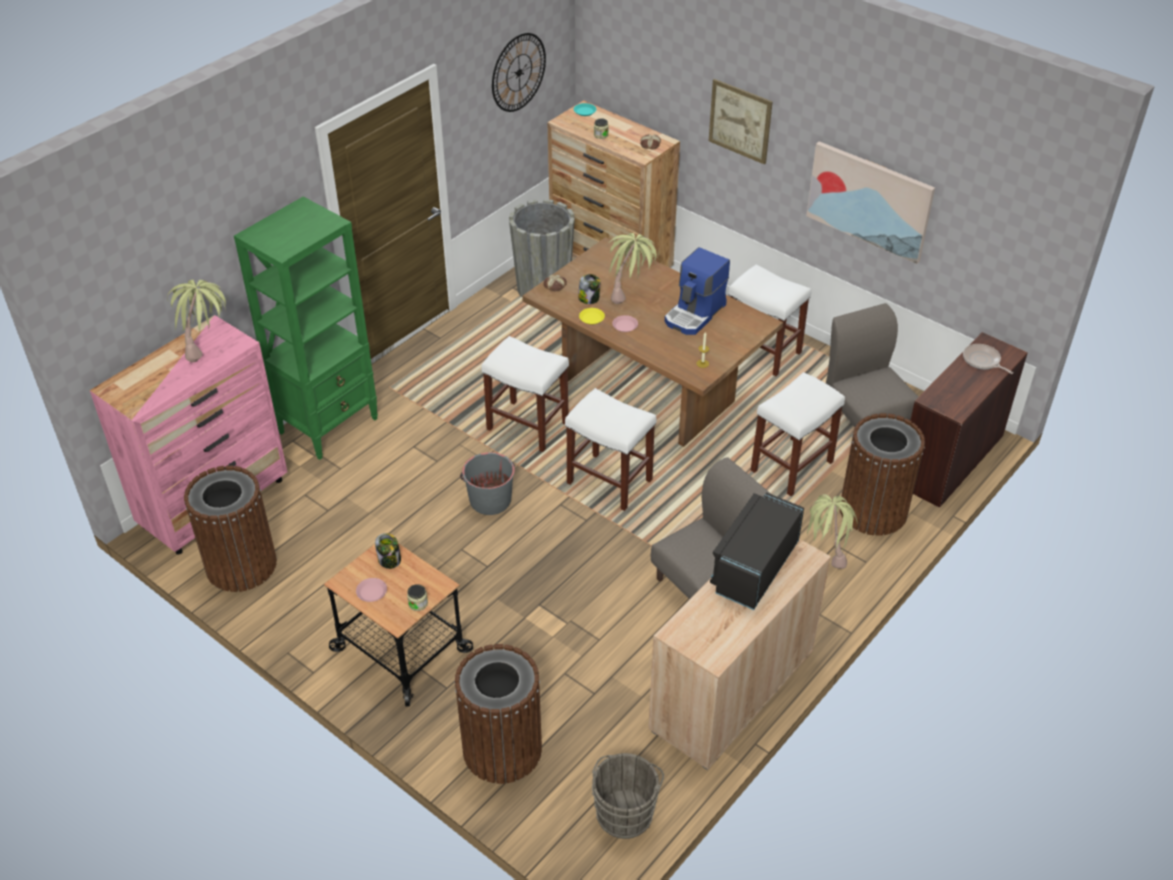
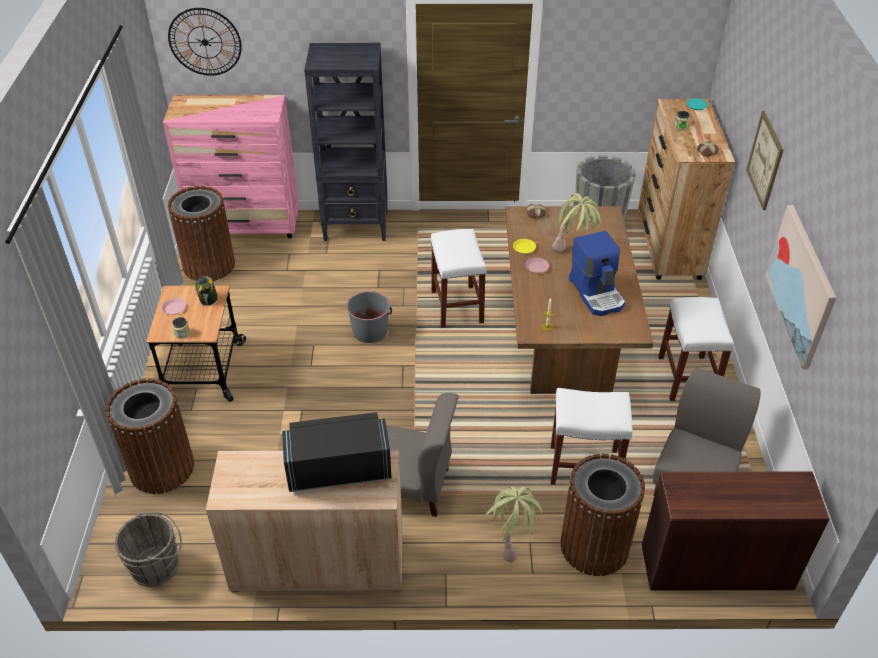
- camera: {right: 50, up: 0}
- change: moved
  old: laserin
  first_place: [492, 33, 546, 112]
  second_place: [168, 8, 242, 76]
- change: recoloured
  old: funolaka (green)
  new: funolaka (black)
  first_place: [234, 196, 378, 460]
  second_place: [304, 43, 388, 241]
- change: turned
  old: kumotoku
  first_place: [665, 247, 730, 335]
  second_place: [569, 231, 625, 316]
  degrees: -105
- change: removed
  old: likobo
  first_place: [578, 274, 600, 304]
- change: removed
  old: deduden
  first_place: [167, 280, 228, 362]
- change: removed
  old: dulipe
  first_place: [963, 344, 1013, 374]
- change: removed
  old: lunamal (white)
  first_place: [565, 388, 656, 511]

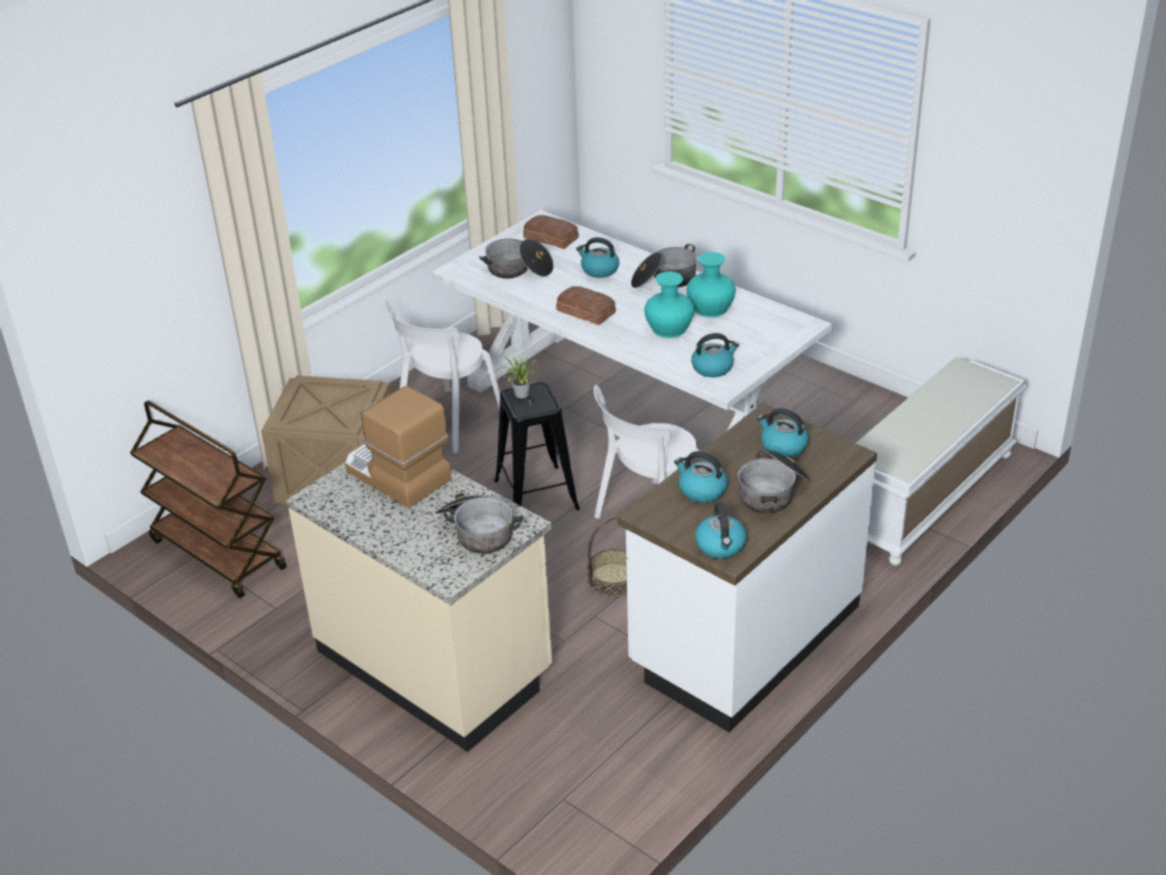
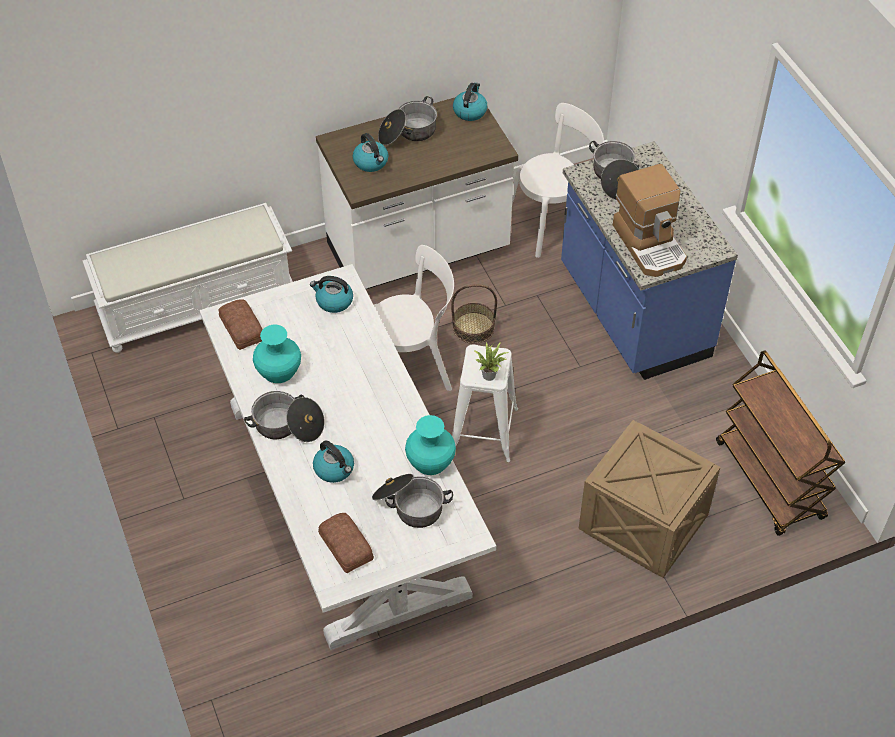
- camera: {right: -155, up: 15}
- change: moved
  old: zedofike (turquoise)
  first_place: [644, 272, 694, 338]
  second_place: [405, 415, 456, 475]
- change: moved
  old: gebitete
  first_place: [556, 286, 616, 325]
  second_place: [219, 299, 263, 350]
- change: moved
  old: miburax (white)
  first_place: [384, 299, 500, 453]
  second_place: [512, 103, 604, 258]
- change: recoloured
  old: lunamal (black)
  new: lunamal (white)
  first_place: [494, 382, 580, 510]
  second_place: [452, 345, 518, 462]
- change: removed
  old: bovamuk
  first_place: [674, 451, 728, 503]
- change: recoloured
  old: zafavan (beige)
  new: zafavan (blue)
  first_place: [286, 462, 552, 752]
  second_place: [561, 141, 738, 380]

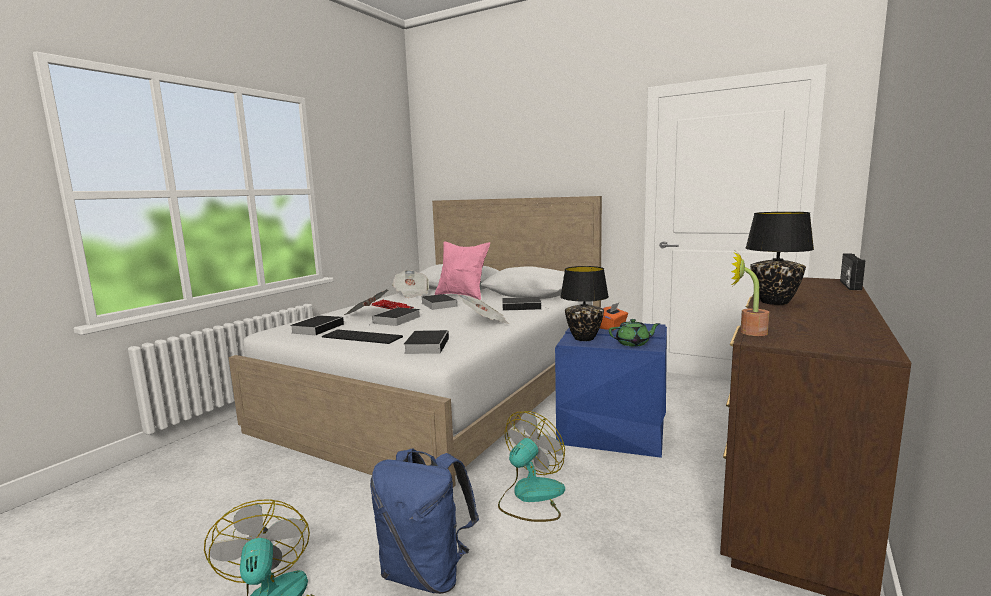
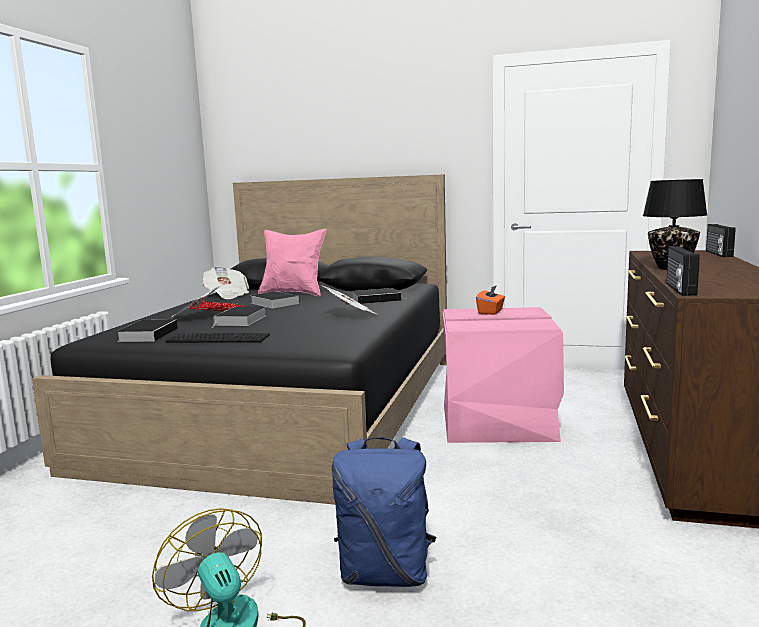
- camera: {right: -15, up: 0}
- change: recoloured
  old: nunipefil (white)
  new: nunipefil (black)
  first_place: [229, 196, 602, 487]
  second_place: [32, 174, 447, 505]
- change: replaced
  old: deduden
  new: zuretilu
  first_place: [731, 252, 769, 336]
  second_place: [666, 246, 700, 296]
- change: removed
  old: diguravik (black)
  first_place: [560, 266, 609, 341]
- change: removed
  old: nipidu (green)
  first_place: [609, 319, 660, 347]
- change: recoloured
  old: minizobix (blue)
  new: minizobix (pink)
  first_place: [555, 324, 667, 458]
  second_place: [442, 307, 564, 443]
- change: removed
  old: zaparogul
  first_place: [404, 330, 449, 354]
- change: removed
  old: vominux
  first_place: [498, 411, 565, 522]

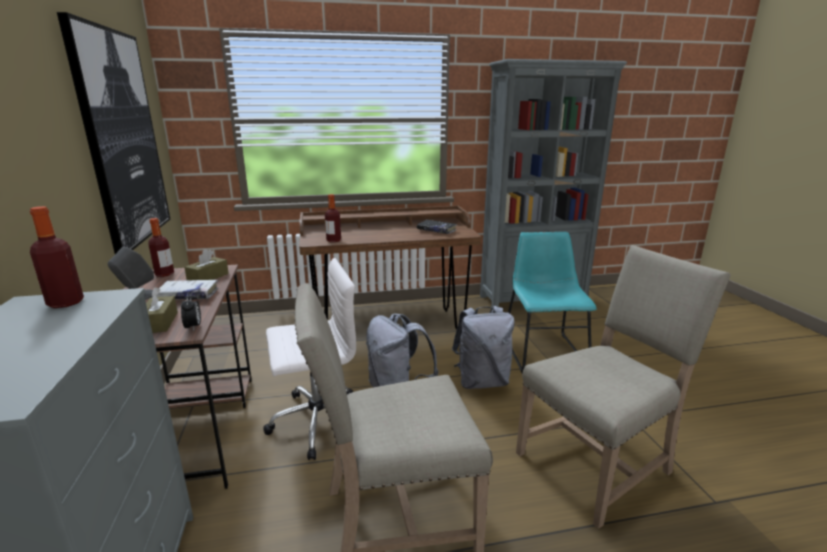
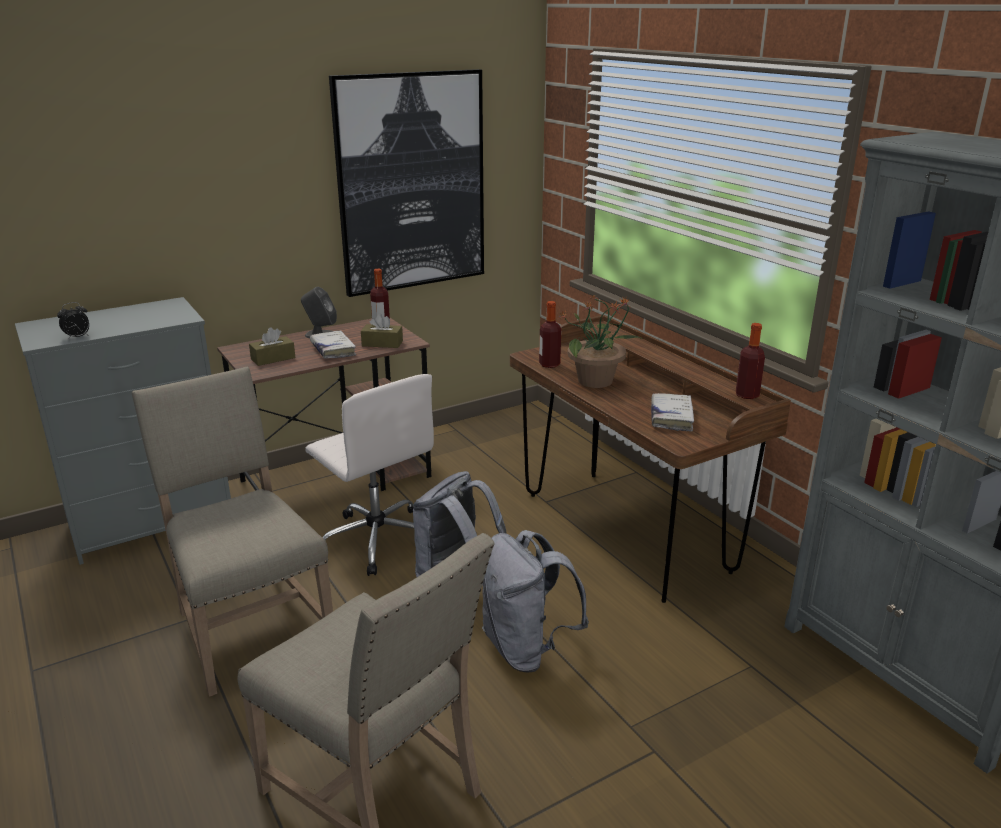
- camera: {right: 70, up: 5}
- change: moved
  old: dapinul
  first_place: [30, 206, 84, 308]
  second_place: [736, 323, 765, 399]
- change: recoloured
  old: zaparogul (black)
  new: zaparogul (white)
  first_place: [417, 220, 457, 234]
  second_place: [651, 393, 694, 432]
- change: removed
  old: miburax (turquoise)
  first_place: [508, 232, 597, 373]
- change: moved
  old: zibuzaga
  first_place: [181, 292, 201, 331]
  second_place: [57, 302, 89, 340]
- change: added
  new: deduden
  second_place: [557, 295, 642, 388]

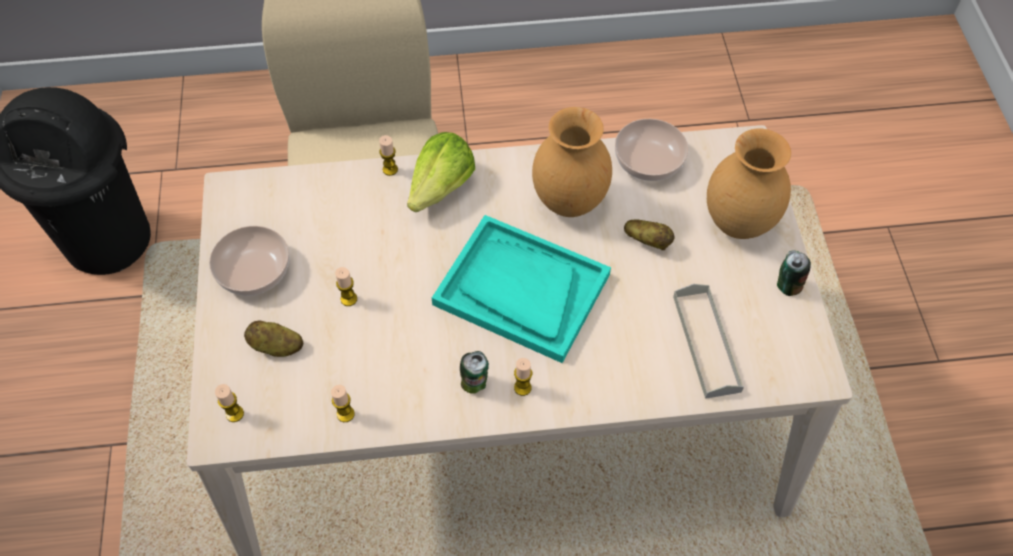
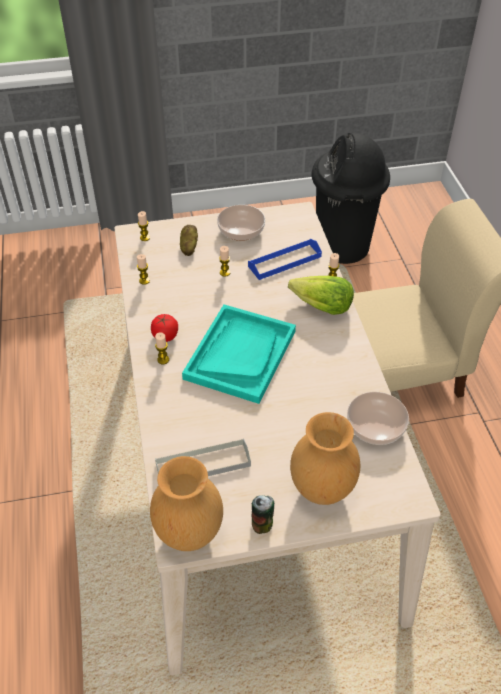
- camera: {right: 85, up: -10}
- change: moved
  old: zedofike (brown)
  first_place: [532, 107, 612, 217]
  second_place: [150, 456, 223, 551]
- change: removed
  old: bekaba
  first_place: [624, 220, 675, 250]
- change: replaced
  old: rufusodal
  new: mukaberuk
  first_place: [460, 351, 489, 394]
  second_place: [151, 314, 178, 342]
- change: added
  new: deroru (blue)
  second_place: [248, 239, 322, 280]

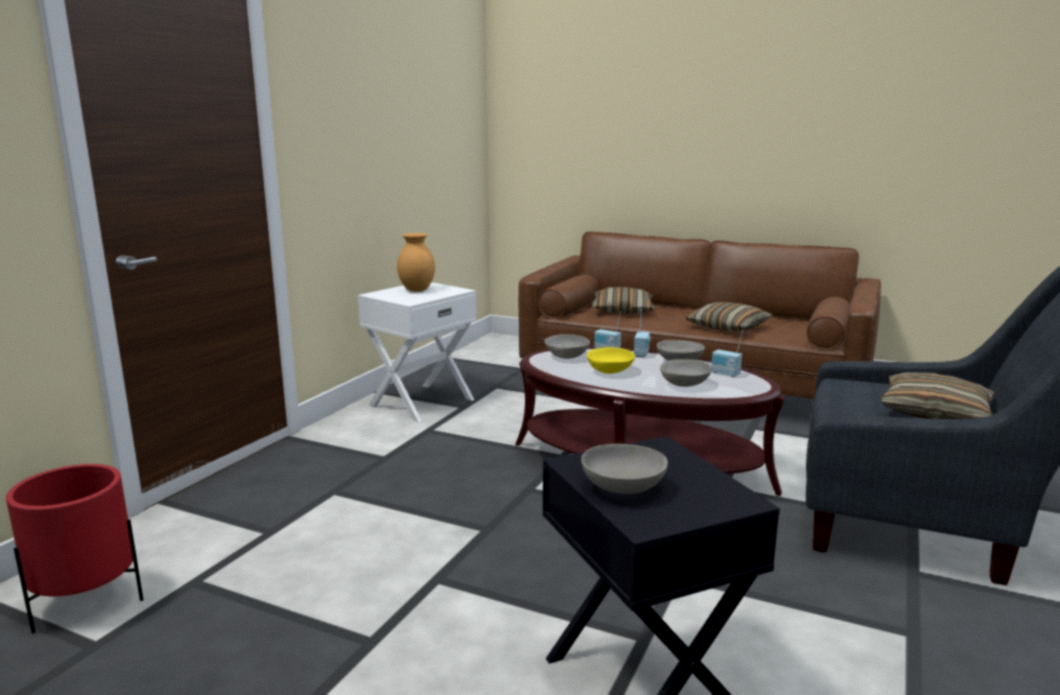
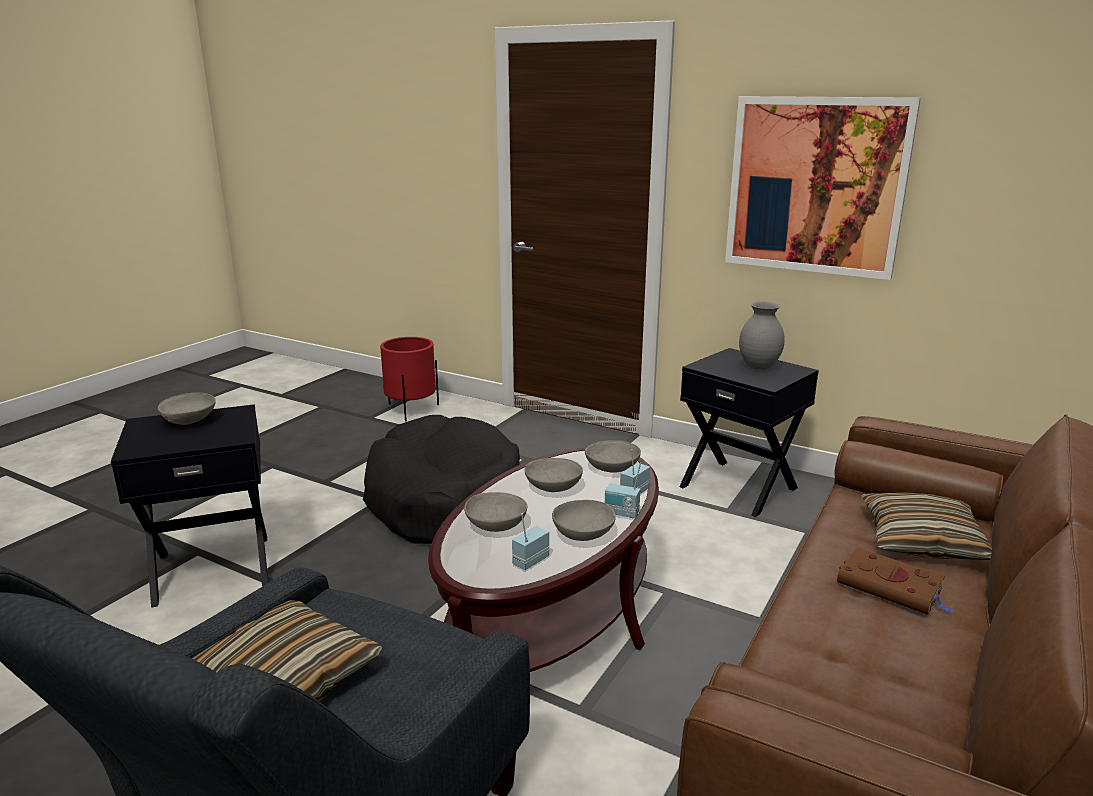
- camera: {right: 95, up: 5}
- change: recoloured
  old: zedofike (brown)
  new: zedofike (grey)
  first_place: [397, 233, 435, 292]
  second_place: [739, 301, 785, 370]
- change: recoloured
  old: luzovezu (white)
  new: luzovezu (black)
  first_place: [358, 282, 477, 422]
  second_place: [679, 348, 819, 517]
- change: removed
  old: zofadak
  first_place: [685, 302, 773, 331]
- change: recoloured
  old: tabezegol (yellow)
  new: tabezegol (grey)
  first_place: [587, 347, 635, 374]
  second_place: [525, 458, 583, 492]
- change: added
  new: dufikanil
  second_place: [725, 96, 921, 280]
- change: added
  new: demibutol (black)
  second_place: [363, 415, 520, 544]
- change: added
  new: zaparogul (brown)
  second_place: [837, 547, 953, 615]

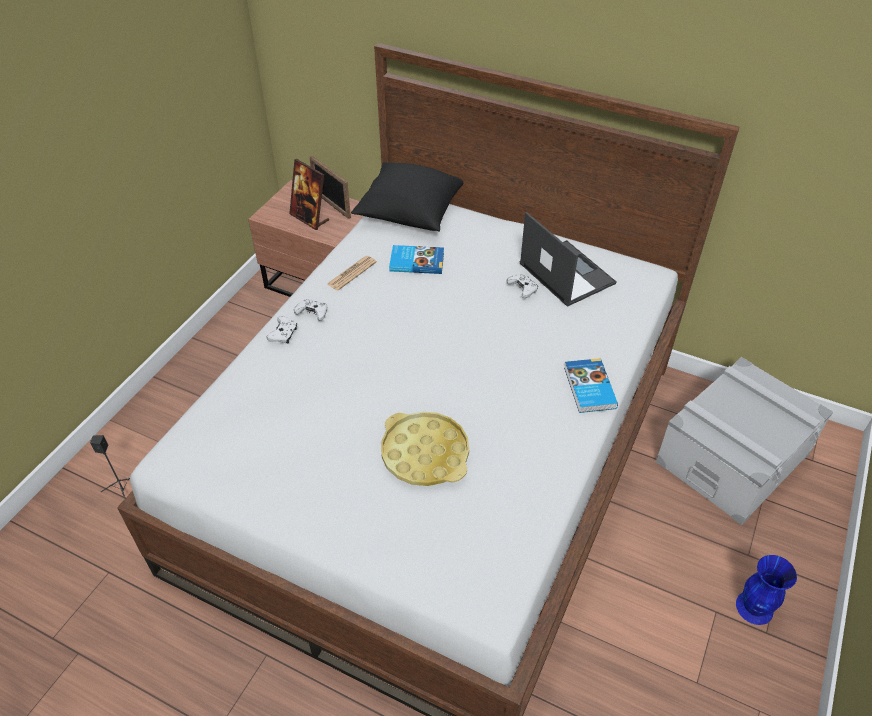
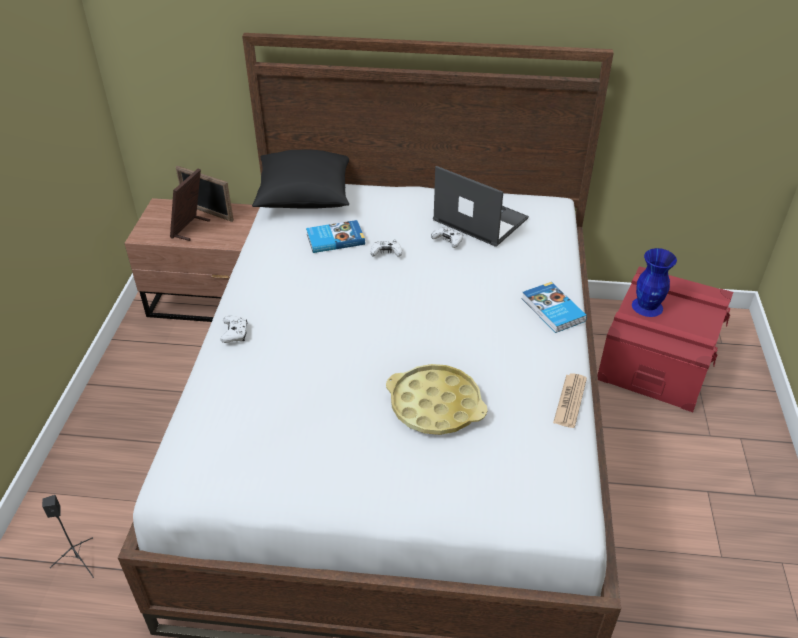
- camera: {right: -20, up: -5}
- change: turned
  old: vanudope
  first_place: [289, 159, 329, 230]
  second_place: [170, 169, 210, 241]
  degrees: 90
- change: moved
  old: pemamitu
  first_place: [327, 256, 377, 291]
  second_place: [553, 373, 587, 428]
- change: moved
  old: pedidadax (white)
  first_place: [294, 299, 327, 321]
  second_place: [370, 240, 402, 257]
- change: recoloured
  old: minizobix (grey)
  new: minizobix (red)
  first_place: [656, 357, 833, 525]
  second_place: [597, 266, 733, 412]
- change: moved
  old: zedofike (blue)
  first_place: [736, 555, 797, 625]
  second_place: [632, 248, 677, 317]

